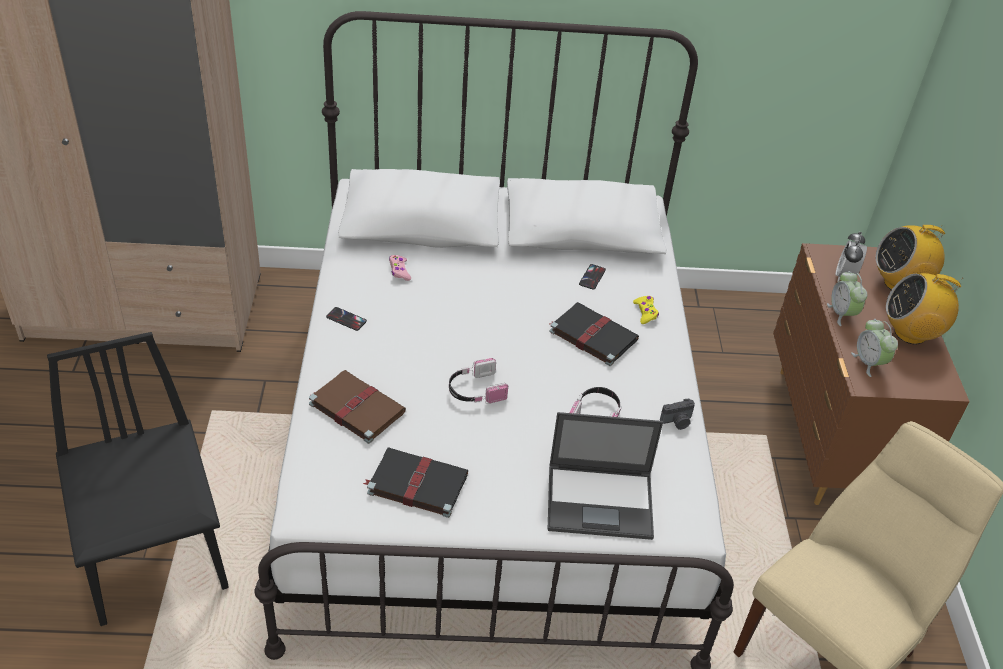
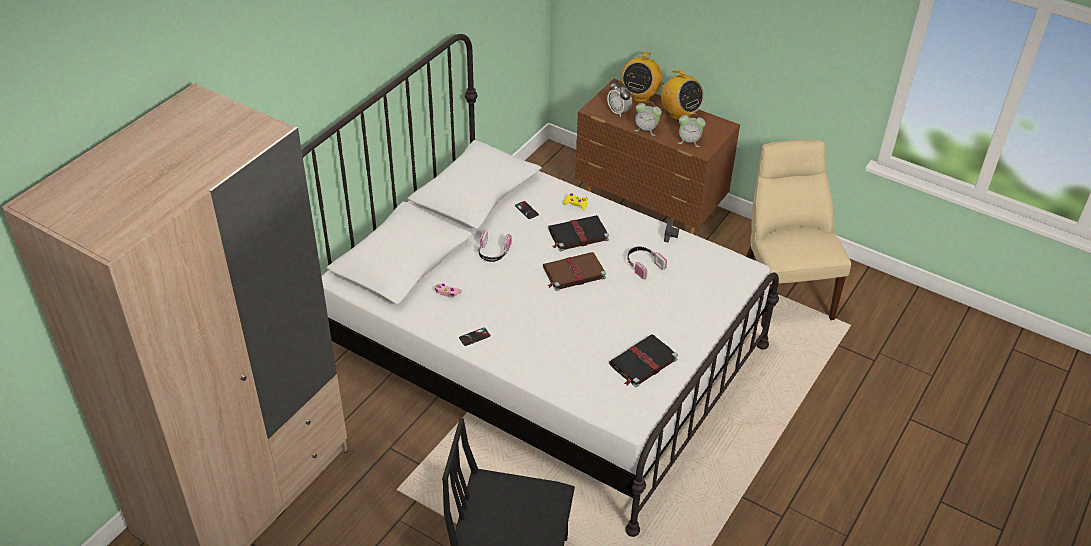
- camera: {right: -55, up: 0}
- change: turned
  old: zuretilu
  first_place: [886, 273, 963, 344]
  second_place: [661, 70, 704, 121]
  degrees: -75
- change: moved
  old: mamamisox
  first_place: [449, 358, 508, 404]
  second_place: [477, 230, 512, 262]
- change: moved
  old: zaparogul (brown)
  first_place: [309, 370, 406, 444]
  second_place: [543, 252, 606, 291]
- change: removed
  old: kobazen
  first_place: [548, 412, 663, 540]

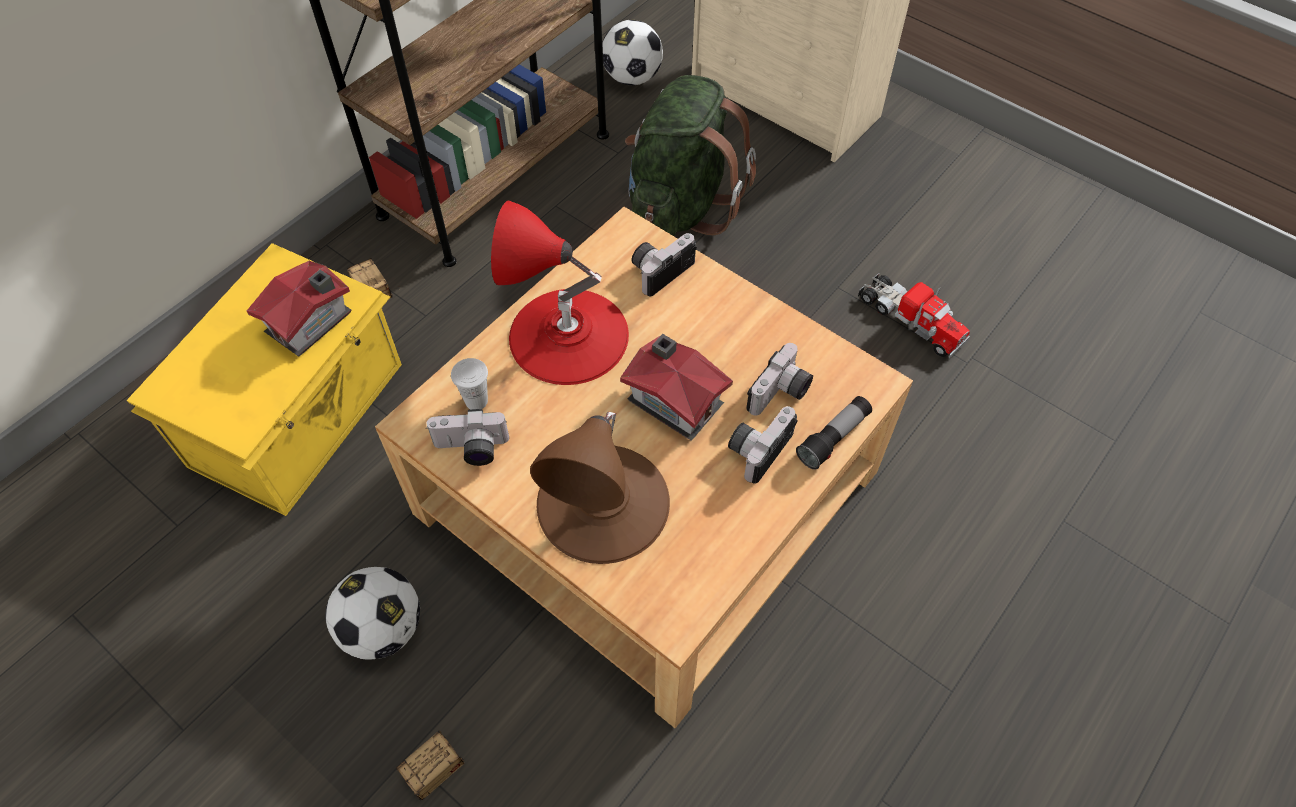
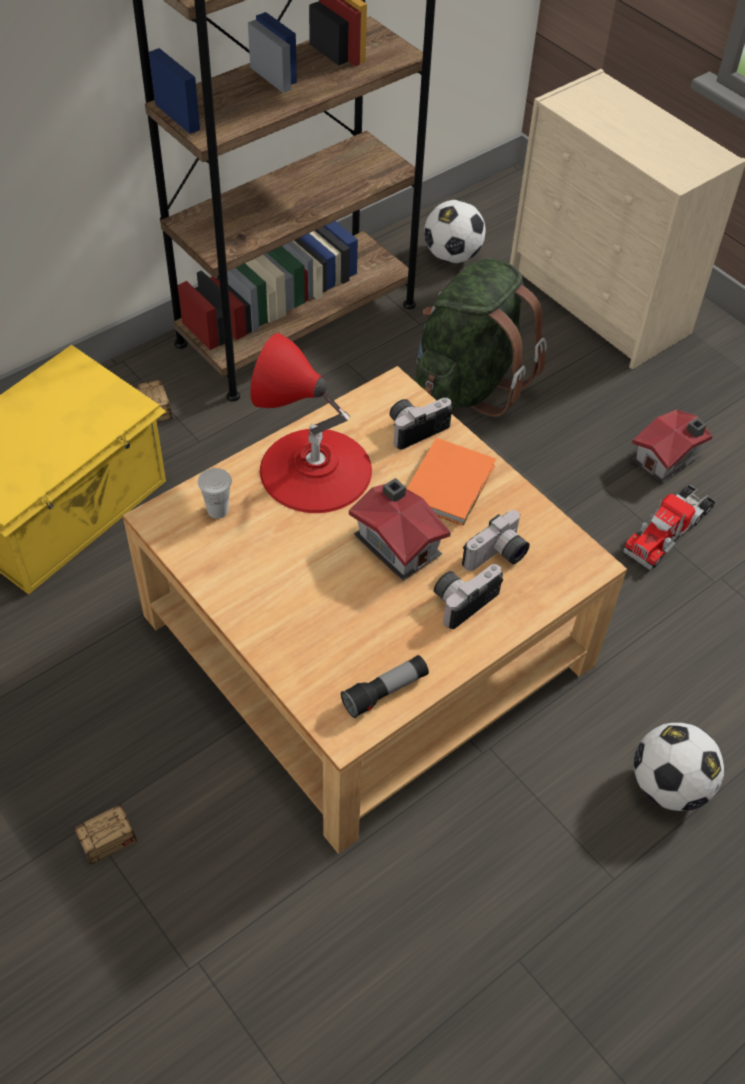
- camera: {right: 10, up: -5}
- change: moved
  old: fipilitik
  first_place: [247, 261, 351, 357]
  second_place: [632, 409, 713, 484]
- change: turned
  old: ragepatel
  first_place: [858, 273, 970, 358]
  second_place: [624, 484, 715, 570]
  degrees: 75
- change: moved
  old: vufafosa
  first_place: [796, 396, 872, 470]
  second_place: [341, 655, 429, 718]
- change: removed
  old: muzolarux
  first_place: [426, 409, 509, 466]
- change: removed
  old: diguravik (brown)
  first_place: [530, 411, 670, 564]
- change: moved
  old: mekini
  first_place: [325, 567, 420, 660]
  second_place: [634, 723, 724, 811]
- change: added
  new: zaparogul (orange)
  second_place: [407, 438, 496, 526]

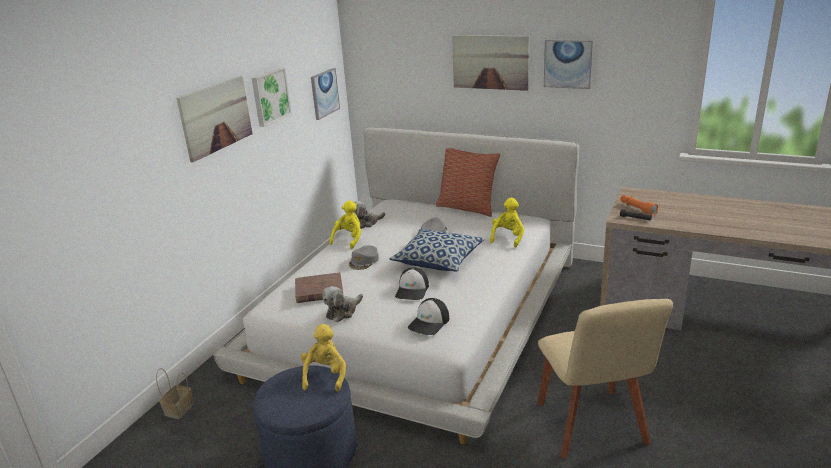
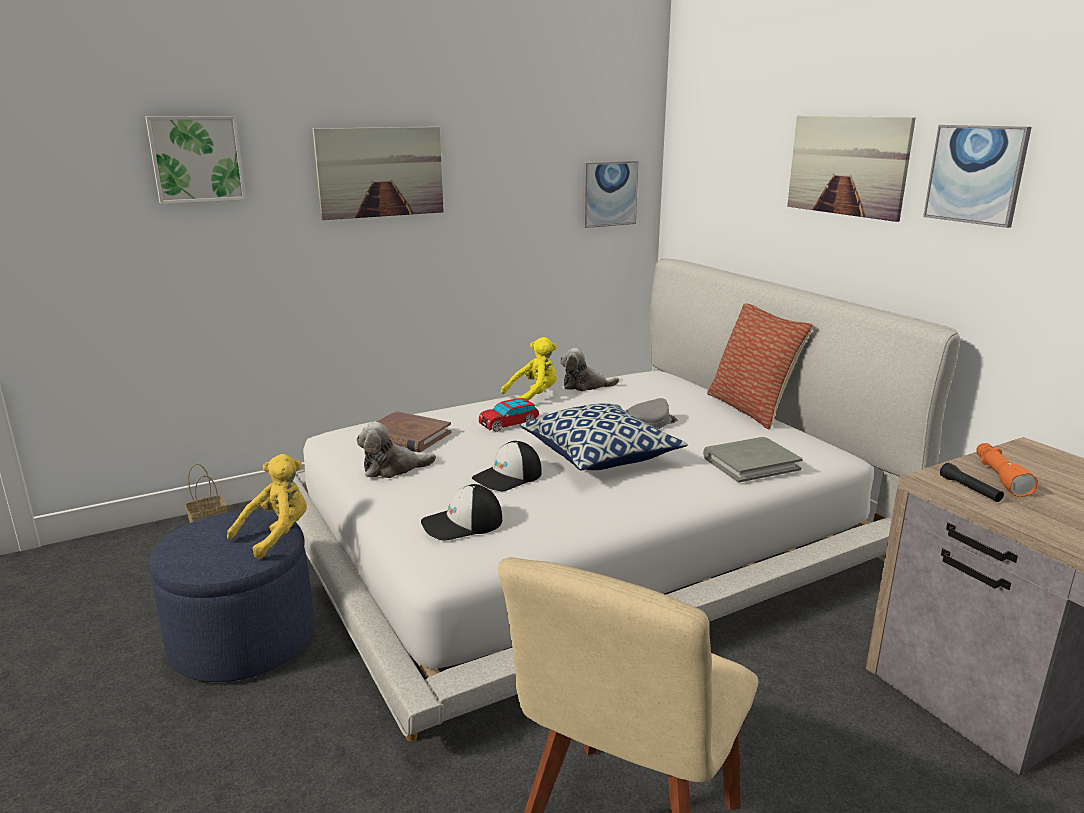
- camera: {right: 35, up: -5}
- change: moved
  old: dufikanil
  first_place: [251, 67, 292, 127]
  second_place: [145, 116, 246, 204]
- change: replaced
  old: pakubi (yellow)
  new: zaparogul (grey)
  first_place: [490, 198, 524, 247]
  second_place: [703, 437, 803, 482]
- change: replaced
  old: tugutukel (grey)
  new: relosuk
  first_place: [349, 245, 379, 270]
  second_place: [479, 398, 539, 432]

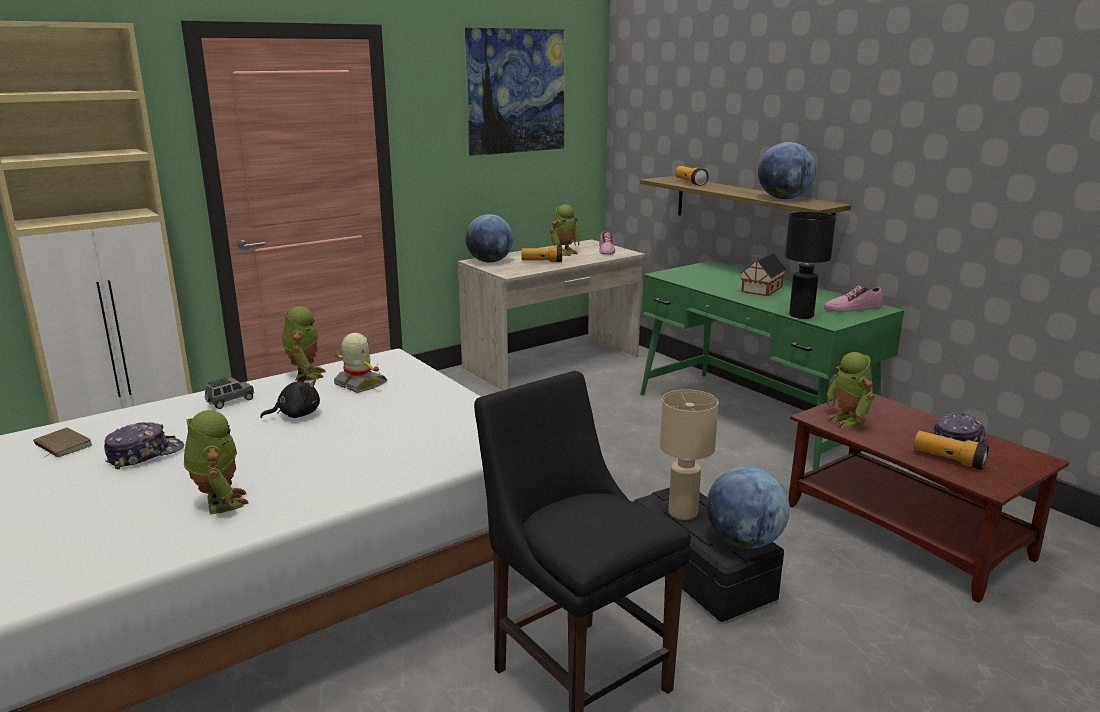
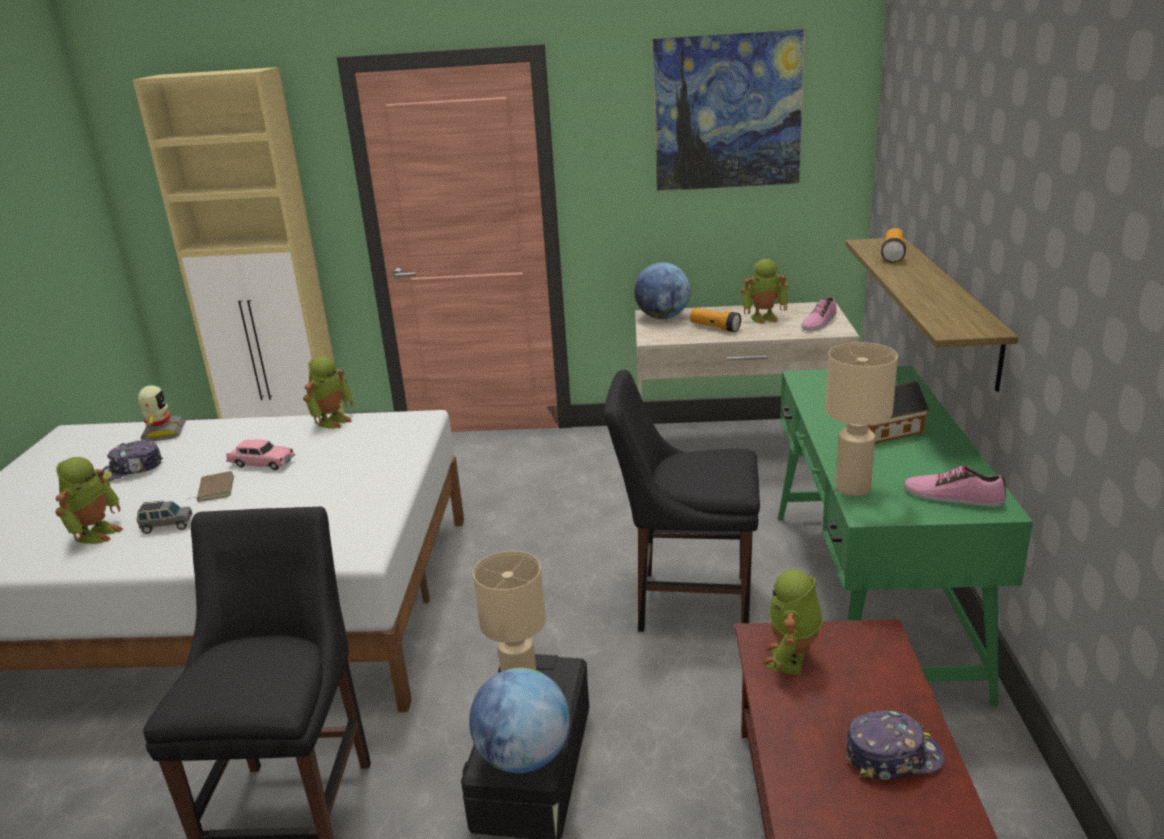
- camera: {right: 40, up: 5}
- change: removed
  old: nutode
  first_place: [758, 142, 816, 199]
- change: recoloured
  old: diguravik (black)
  new: diguravik (beige)
  first_place: [785, 212, 836, 319]
  second_place: [825, 342, 898, 496]
- change: moved
  old: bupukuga
  first_place: [333, 333, 387, 393]
  second_place: [138, 385, 186, 441]
- change: replaced
  old: pakubi (black)
  new: relosuk (pink)
  first_place: [260, 375, 320, 418]
  second_place: [226, 439, 295, 470]
- change: moved
  old: relosuk (grey)
  first_place: [205, 378, 254, 409]
  second_place: [137, 500, 193, 534]
- change: turned
  old: tugutukel
  first_place: [104, 422, 184, 469]
  second_place: [102, 440, 163, 481]
  degrees: 150
- change: moved
  old: zaparogul (brown)
  first_place: [33, 428, 92, 458]
  second_place: [186, 471, 234, 502]
- change: removed
  old: vufafosa
  first_place: [914, 431, 989, 470]
- change: added
  new: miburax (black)
  second_place: [604, 370, 760, 632]

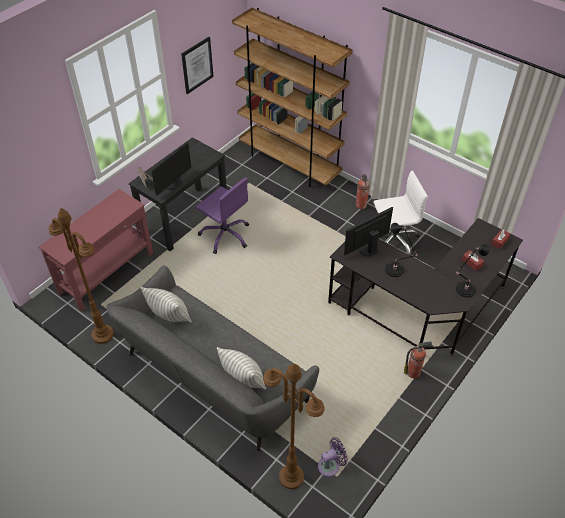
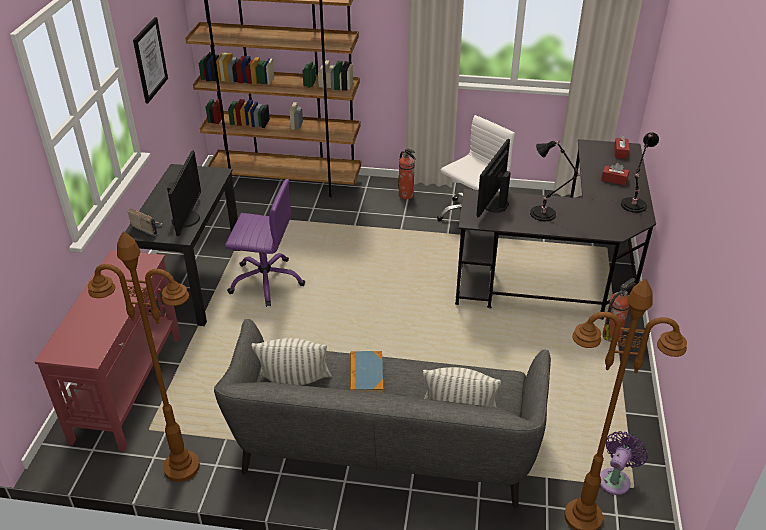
- camera: {right: -30, up: -10}
- change: added
  new: zaparogul
  second_place: [350, 351, 383, 393]

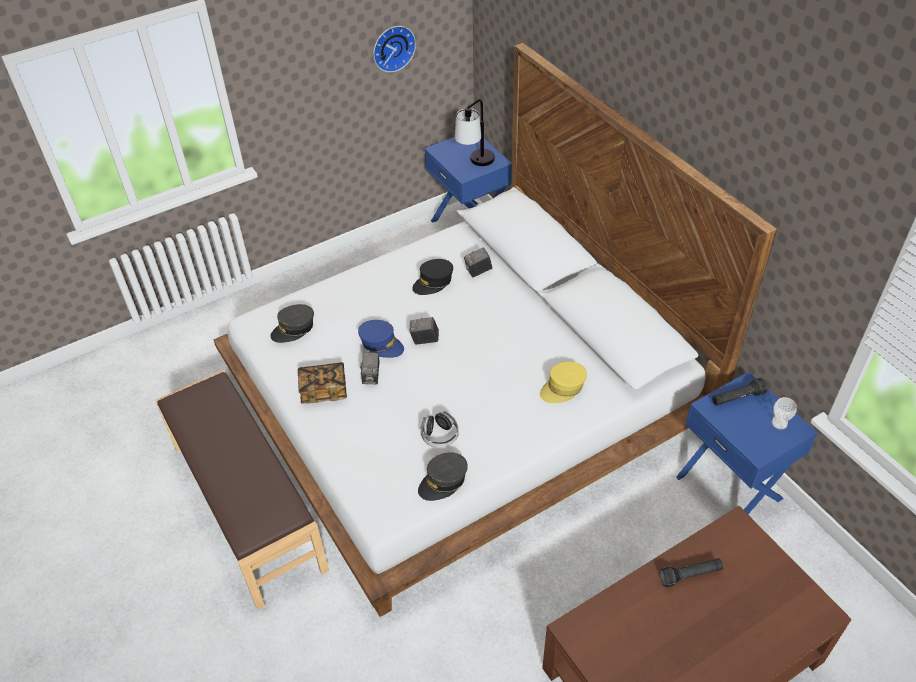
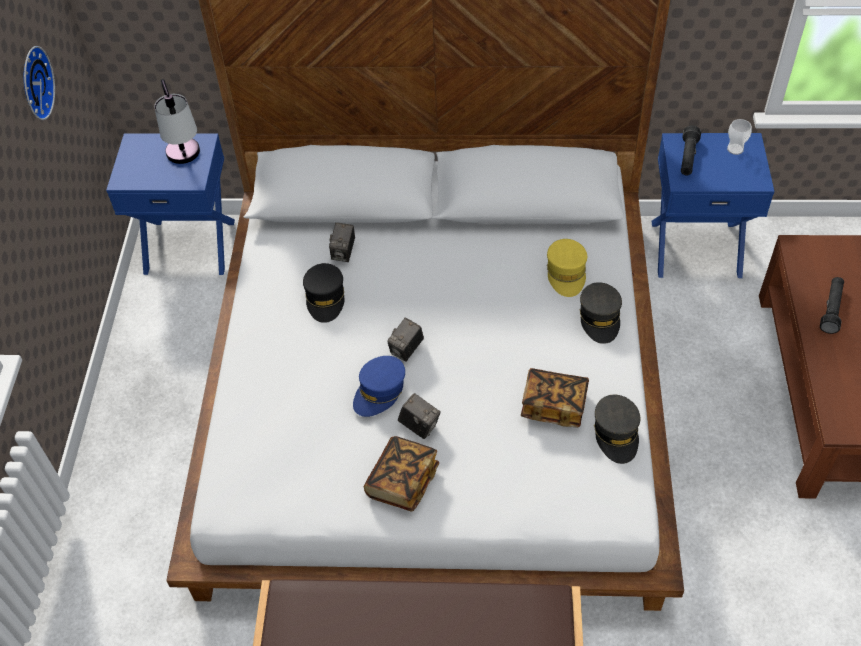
- camera: {right: -55, up: 5}
- change: moved
  old: tugutukel (grey)
  first_place: [270, 304, 314, 343]
  second_place: [580, 282, 622, 344]
- change: turned
  old: tugutukel (blue)
  first_place: [358, 320, 404, 358]
  second_place: [353, 356, 405, 417]
  degrees: 150
- change: replaced
  old: mamamisox
  new: zaparogul
  first_place: [421, 411, 459, 448]
  second_place: [521, 368, 589, 427]

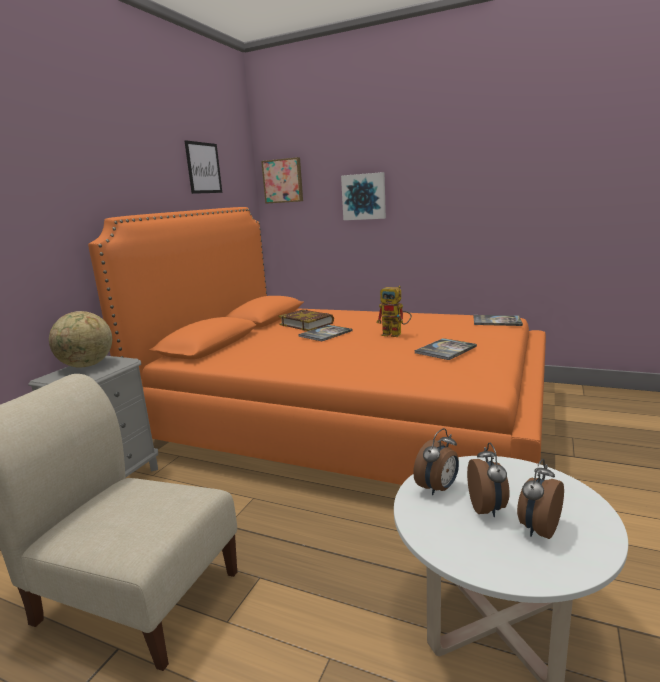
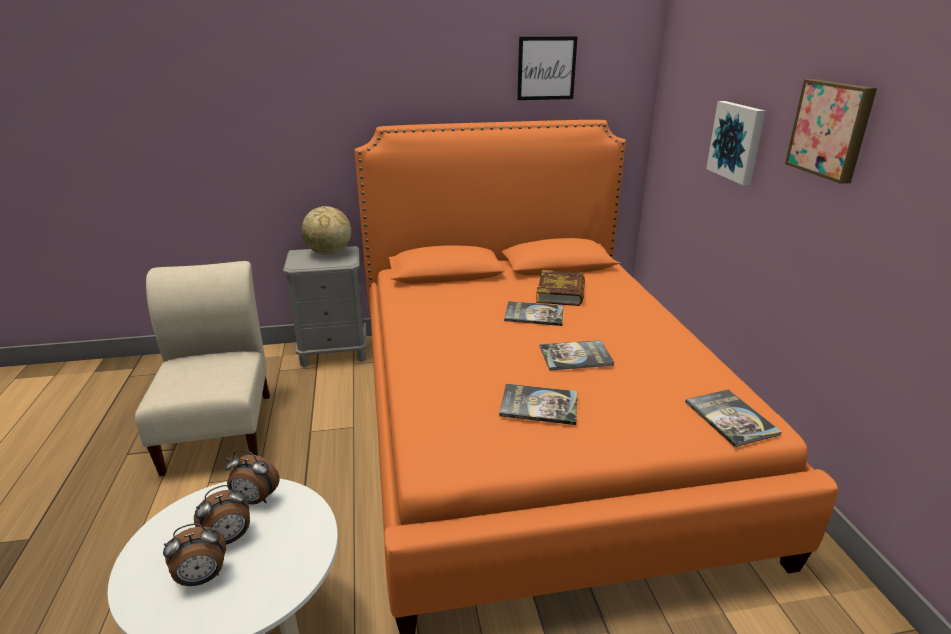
- camera: {right: 55, up: 10}
- change: moved
  old: dufikanil
  first_place: [261, 157, 303, 204]
  second_place: [785, 79, 877, 184]
- change: replaced
  old: bupukuga
  new: zaparogul
  first_place: [377, 286, 412, 337]
  second_place: [540, 340, 615, 371]
- change: turned
  old: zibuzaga
  first_place: [517, 459, 564, 539]
  second_place: [163, 523, 226, 586]
  degrees: 150

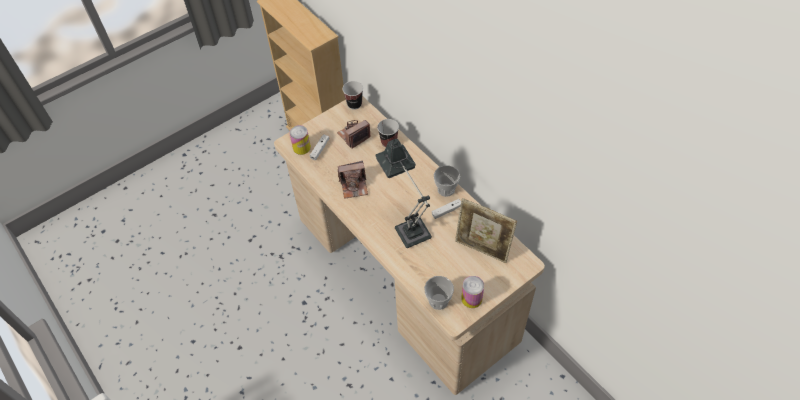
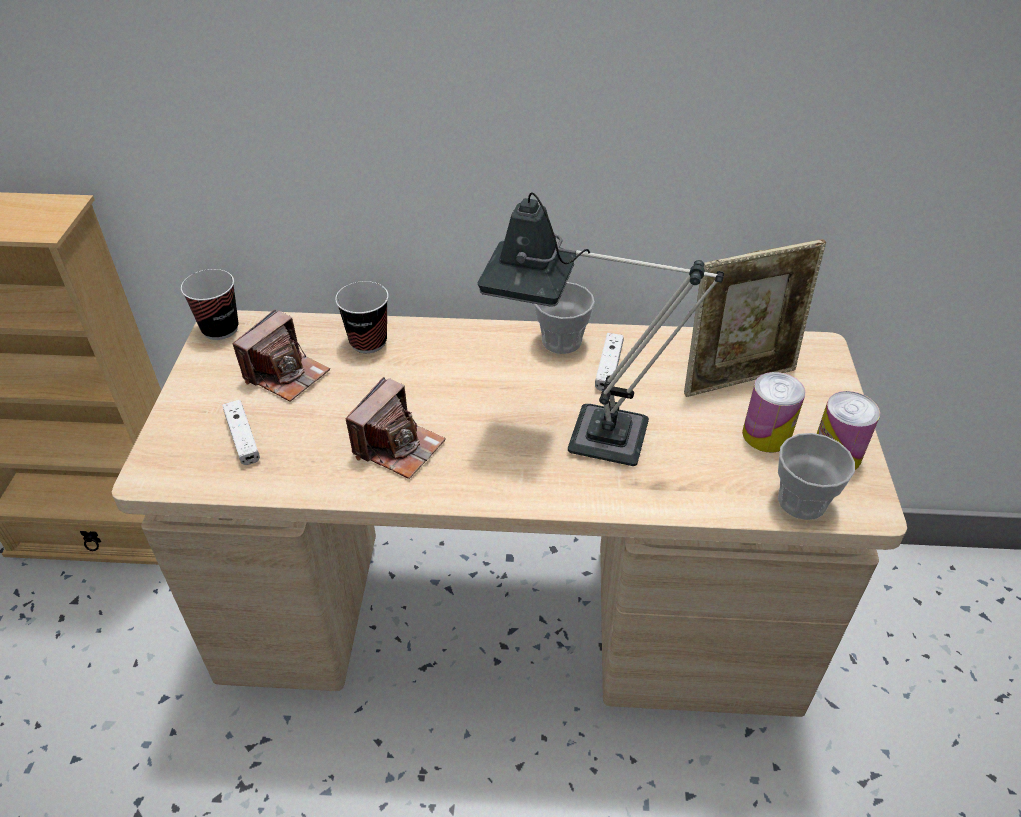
- camera: {right: -50, up: -10}
- change: turned
  old: muzolarux
  first_place: [337, 120, 371, 149]
  second_place: [233, 310, 330, 402]
  degrees: -150
- change: moved
  old: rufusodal
  first_place: [289, 125, 311, 155]
  second_place: [742, 372, 805, 453]

